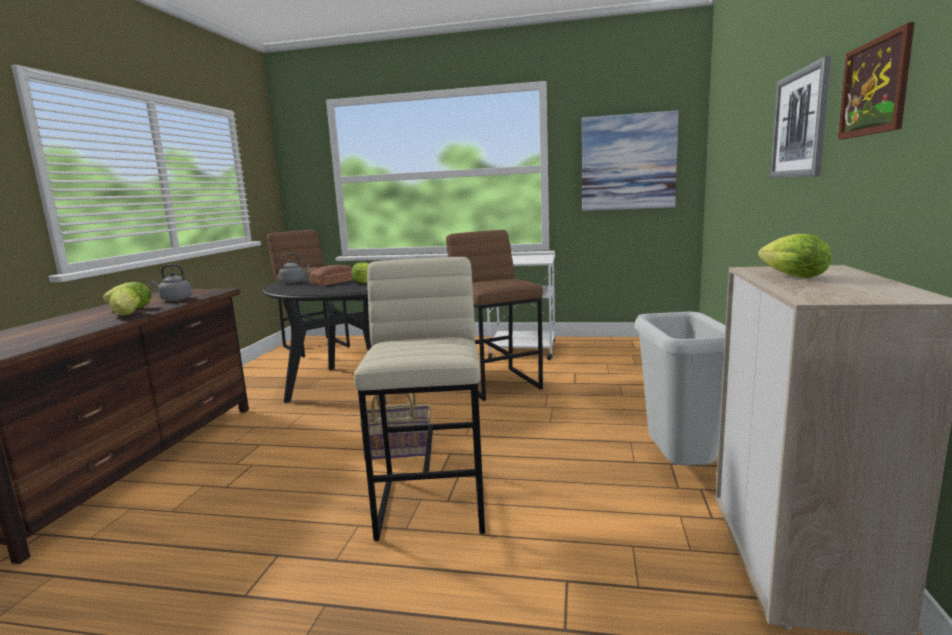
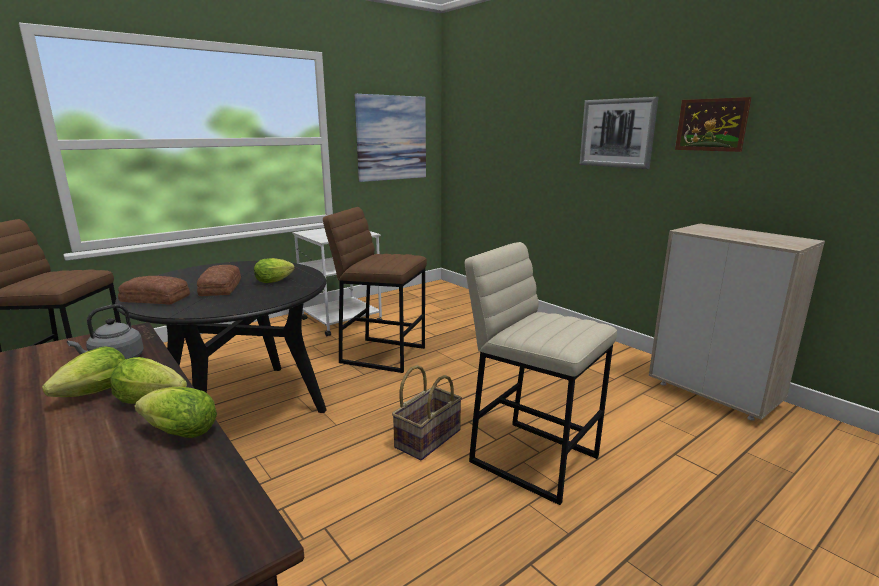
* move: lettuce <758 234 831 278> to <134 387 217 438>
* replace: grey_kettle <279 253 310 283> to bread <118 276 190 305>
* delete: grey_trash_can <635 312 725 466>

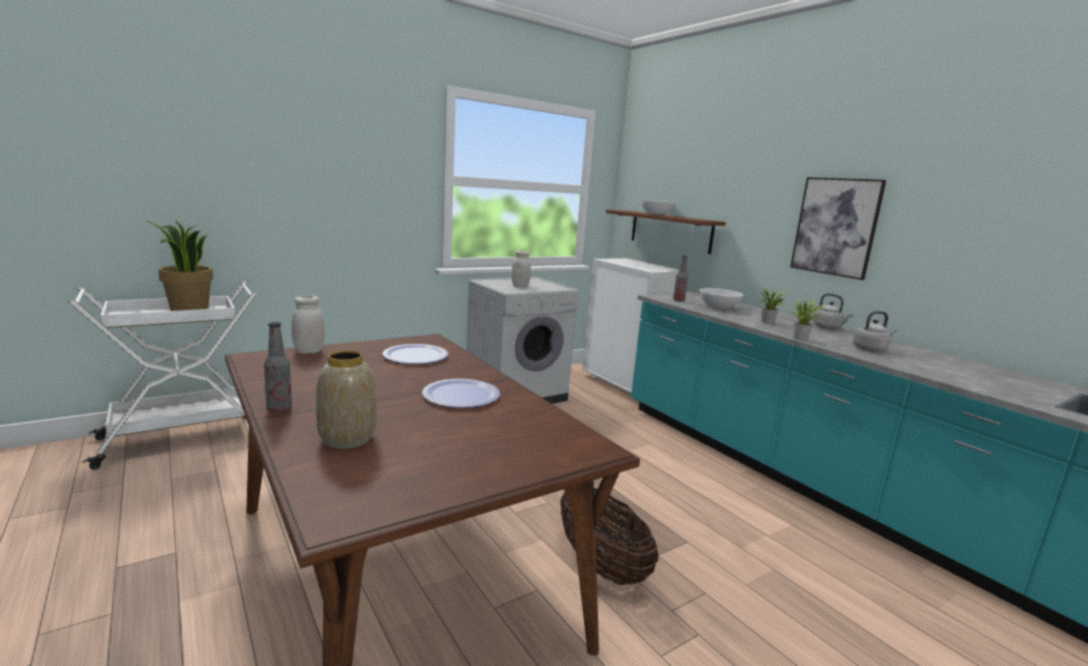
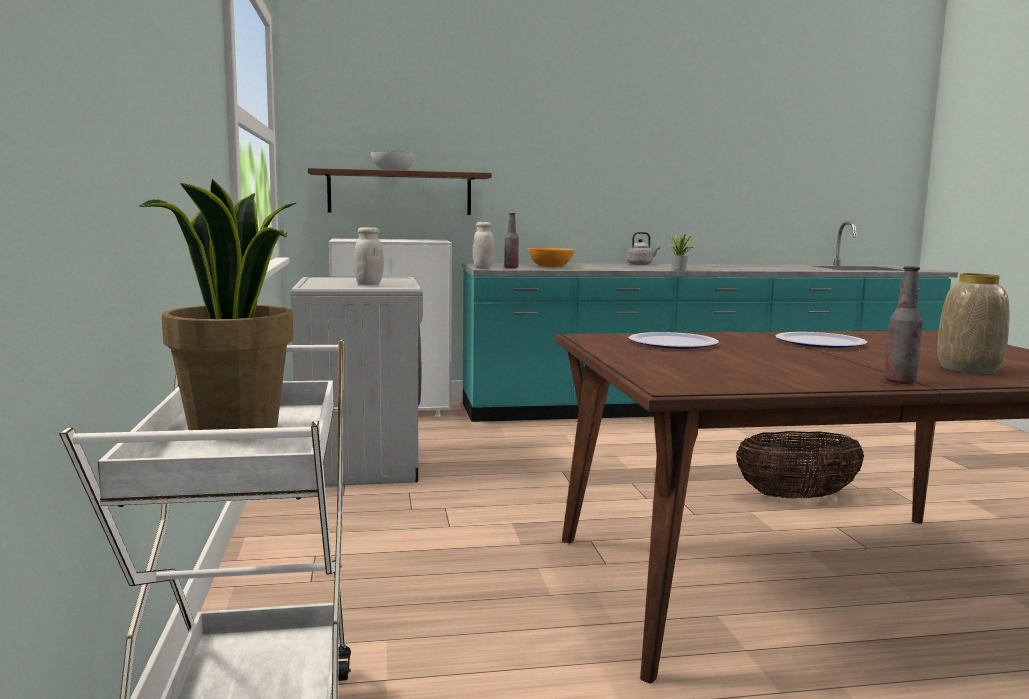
* delete: picture <790 177 886 280>
* delete: potted_plant <754 286 785 324>
* recolor: white_bowl <700 288 744 309> to orange_bowl <528 248 575 267>
* move: white_jar <291 295 325 354> to <473 222 494 268>
* delete: grey_kettle <853 311 897 351>

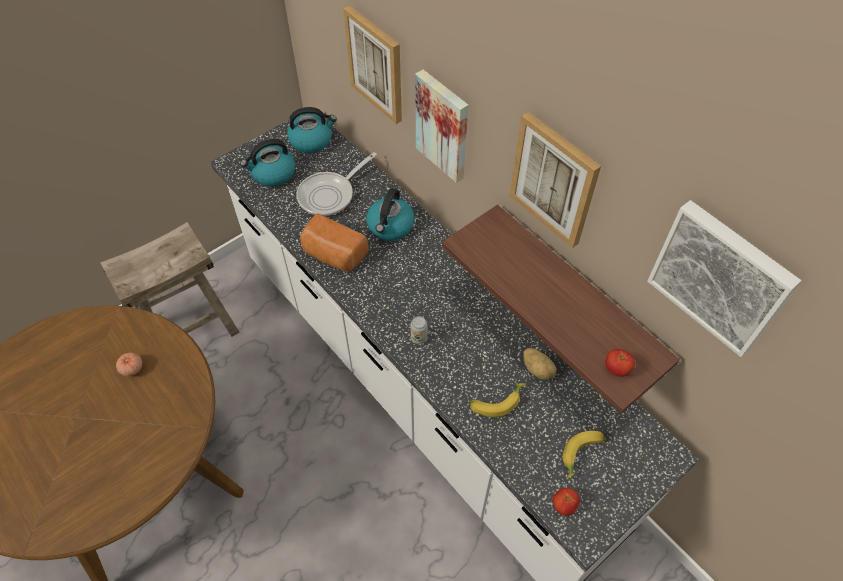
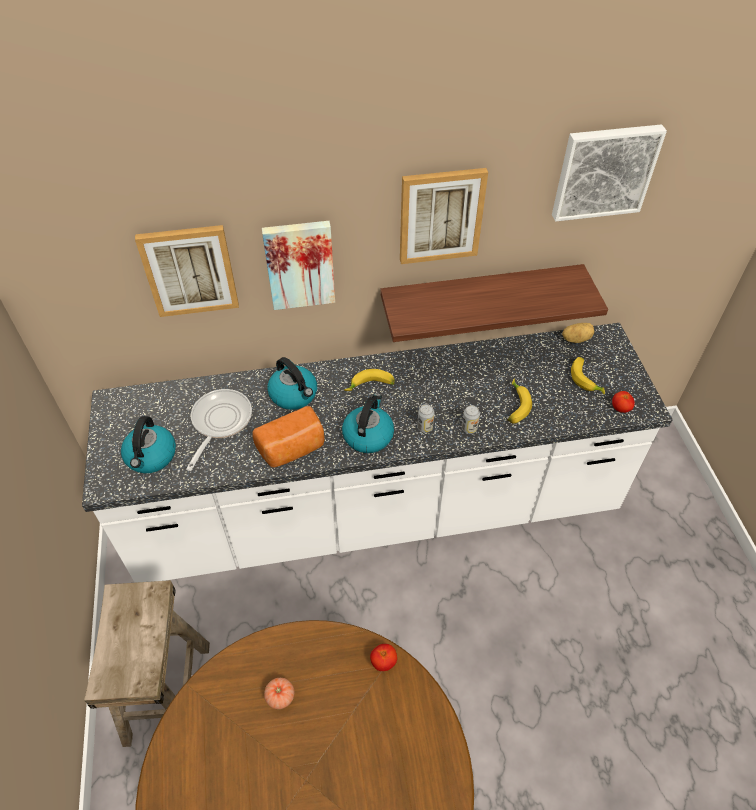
* move: kettle <287 107 337 153> to <342 393 394 453>
* rotate: frying_pan <297 152 377 216> = <186 389 252 471> 150 degrees counterclockwise
* move: potato <524 348 556 380> to <562 323 594 343>
* move: tomato <605 349 635 377> to <370 644 397 671>
* insert: banana <344 369 395 391>
* insert: can <462 405 480 434>

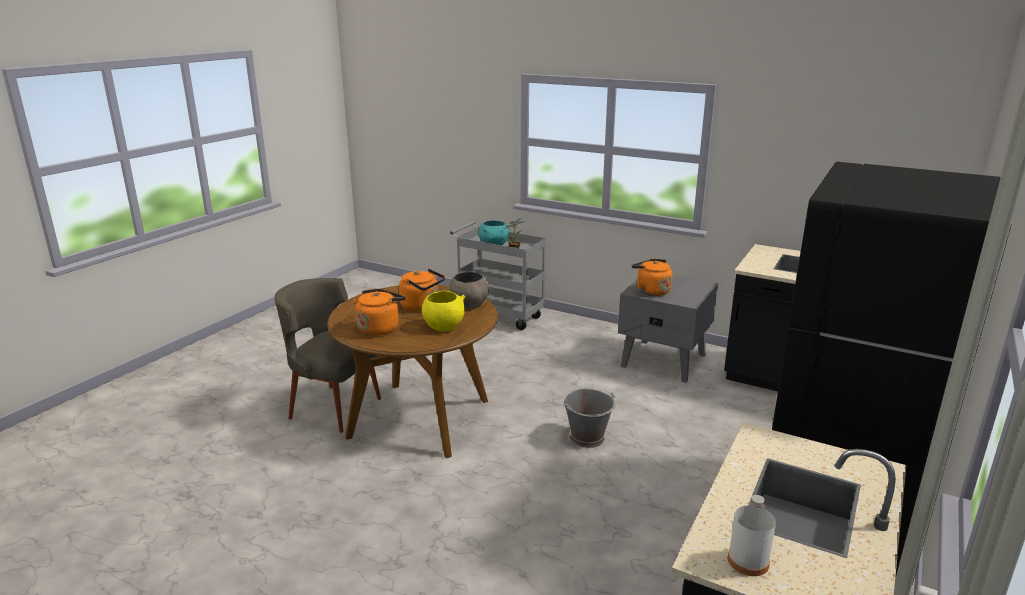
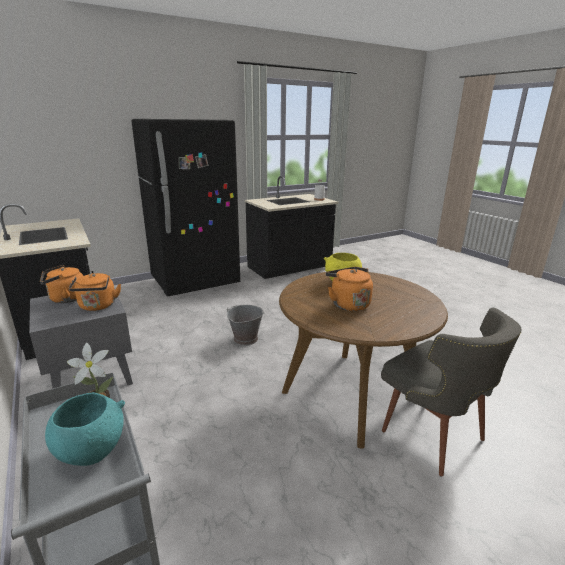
* delete: grey_bowl <450 271 489 309>
* move: orange_kettle <354 289 405 336> to <40 265 83 303>

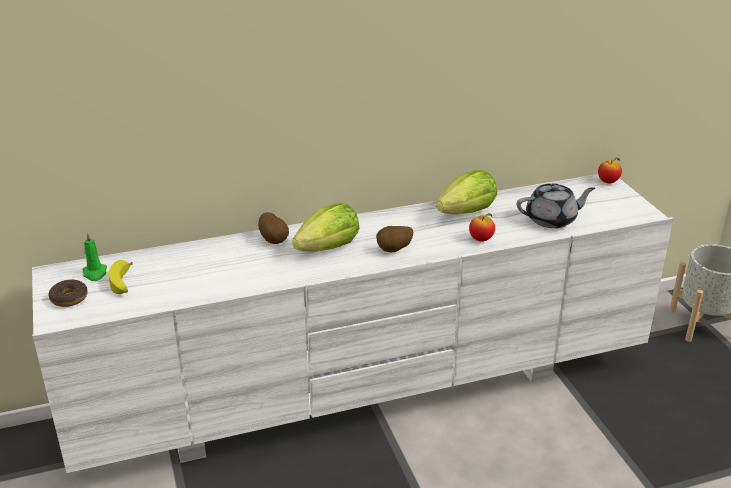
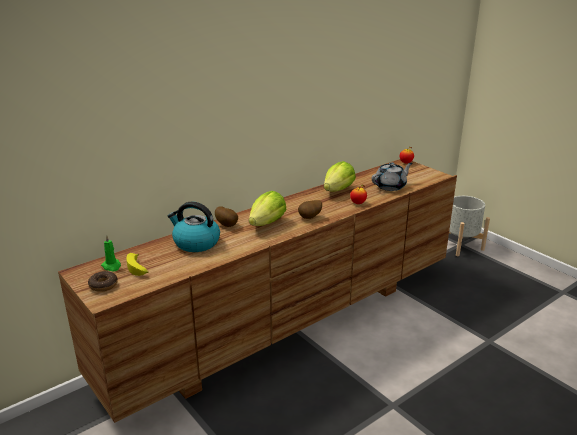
* recolor: white_cabinet <32 174 674 473> to brown_cabinet <58 159 457 423>
* insert: kettle <168 202 220 252>

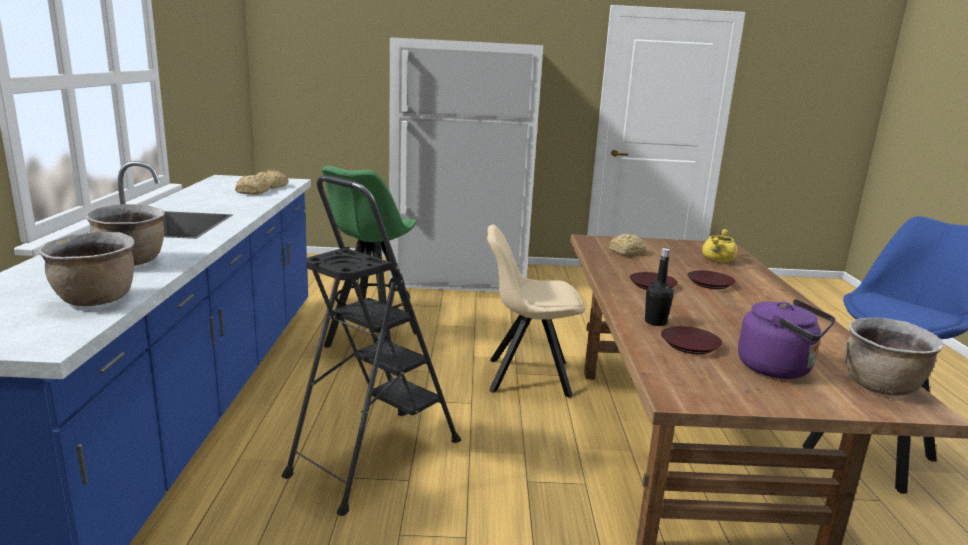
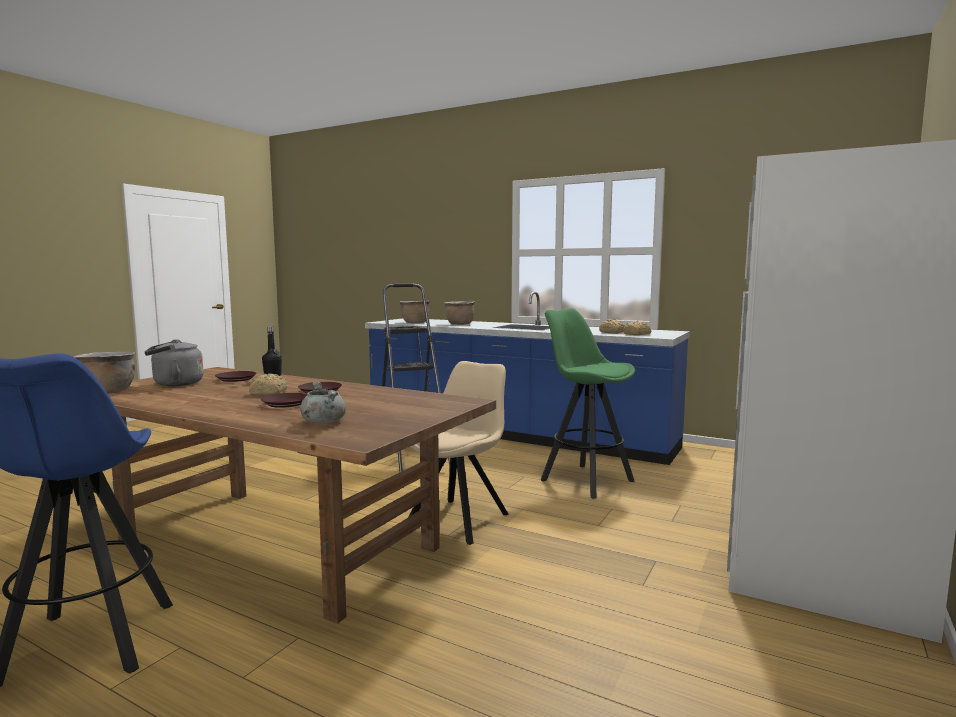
* recolor: yellow_cooking_pot <702 229 738 262> to grey_cooking_pot <300 381 346 424>
* move: bread <609 233 647 256> to <249 373 288 396>
* recolor: purple_kettle <738 299 836 379> to grey_kettle <145 339 204 386>

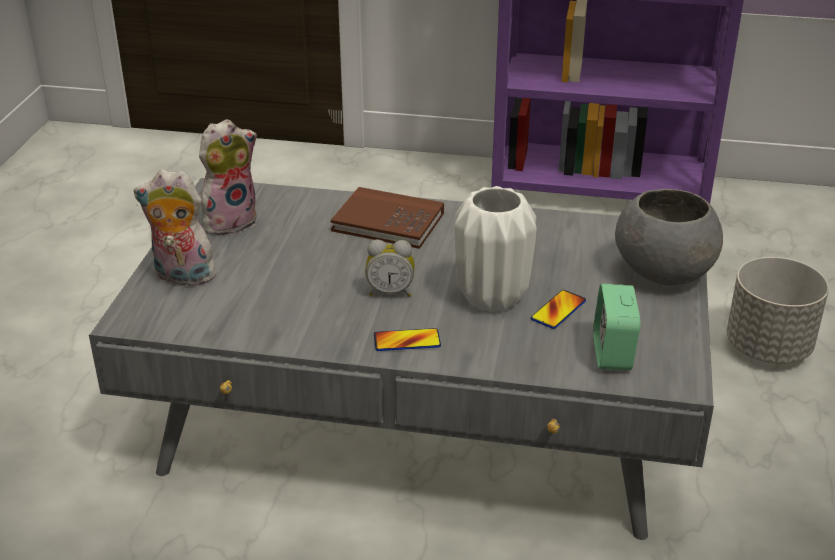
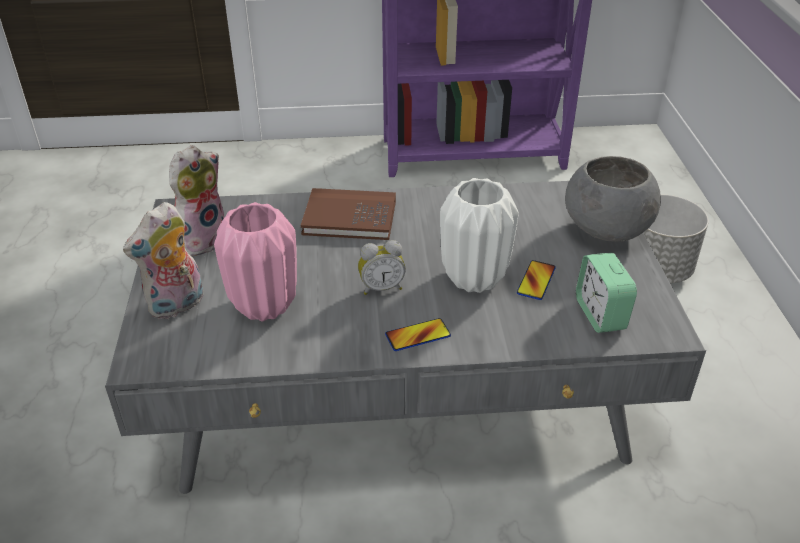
* rotate: plush_toy <134 170 219 286> = <123 202 204 319> 45 degrees counterclockwise
* insert: pink_vase <214 202 297 321>

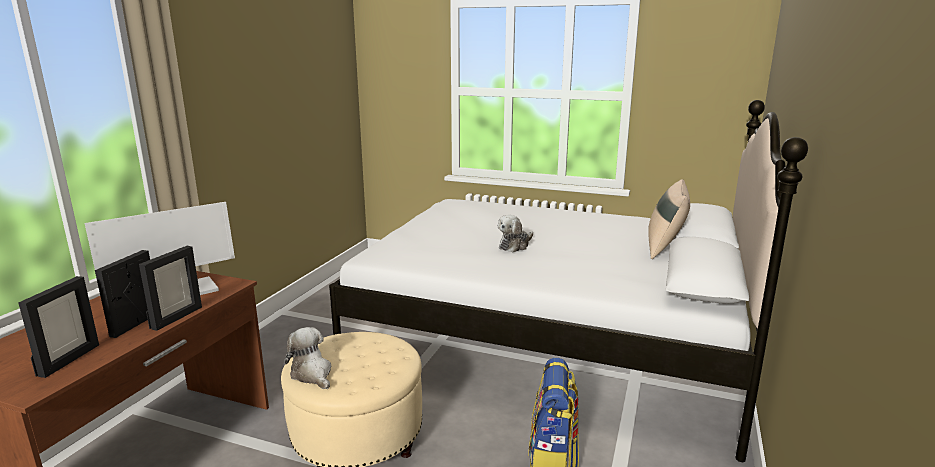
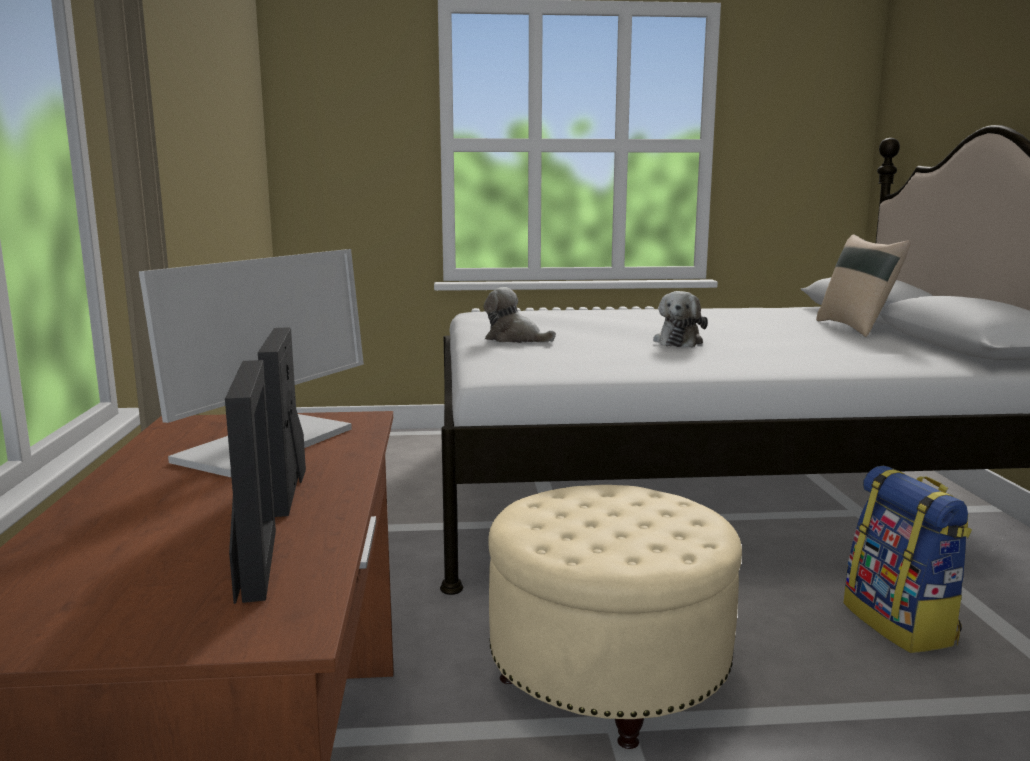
* delete: picture_frame <139 246 202 331>
* move: plush_toy <284 327 331 389> to <484 287 556 343>

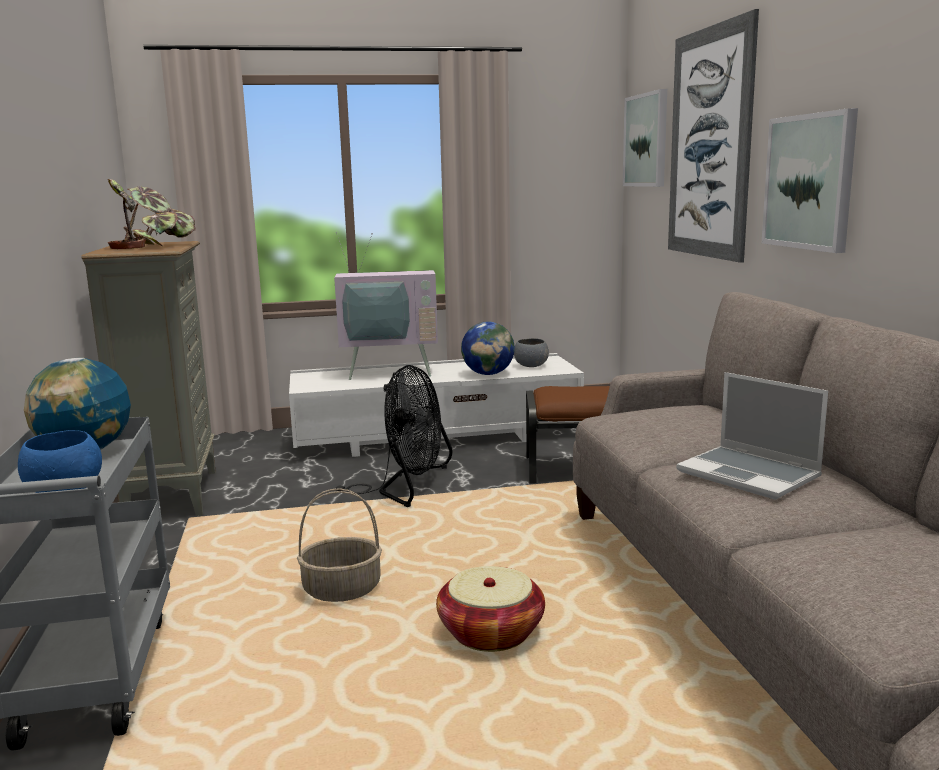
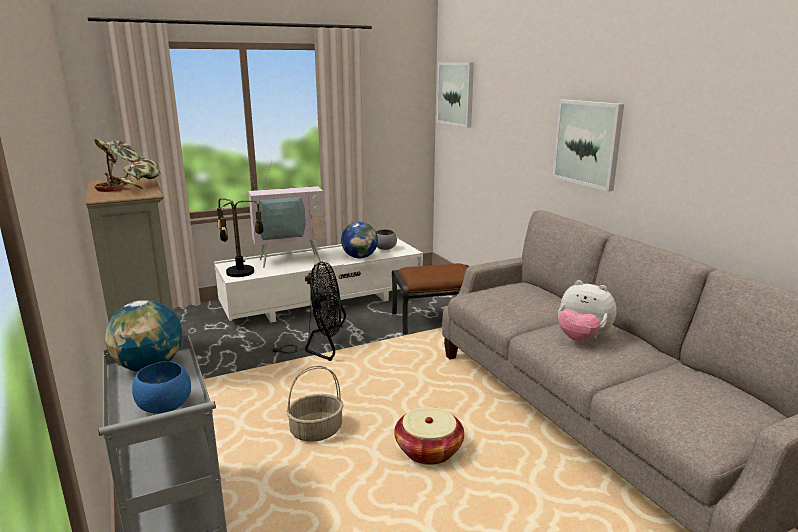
* delete: picture <668 9 759 263>
* replace: laptop <676 372 828 500> to plush_toy <558 280 617 341>
* insert: table_lamp <217 198 263 277>

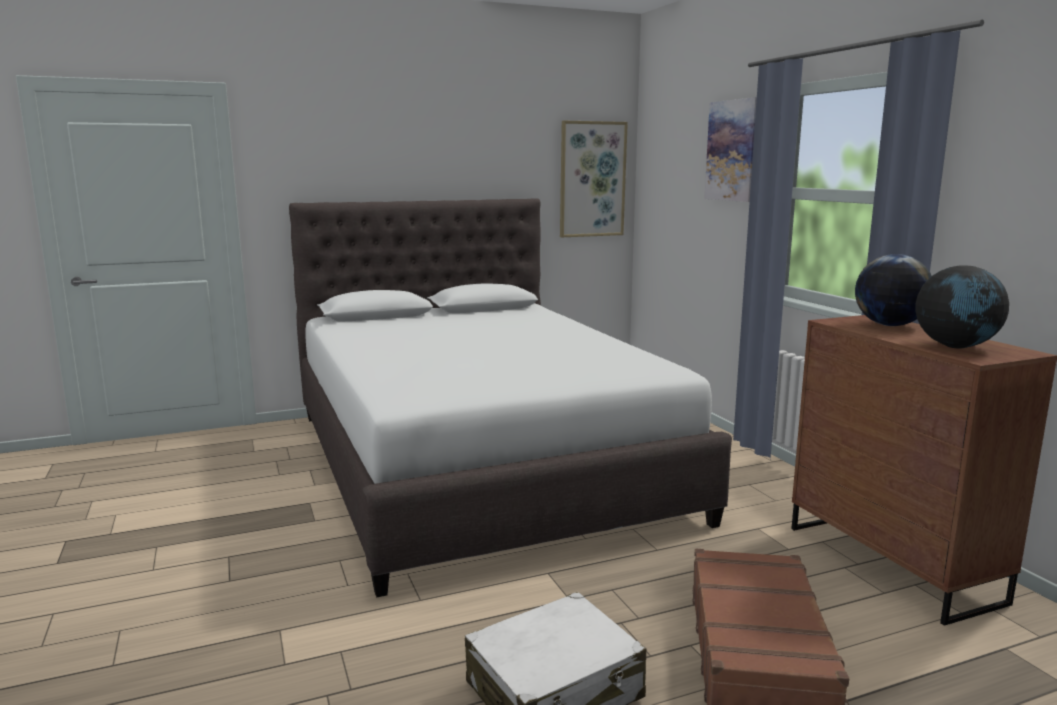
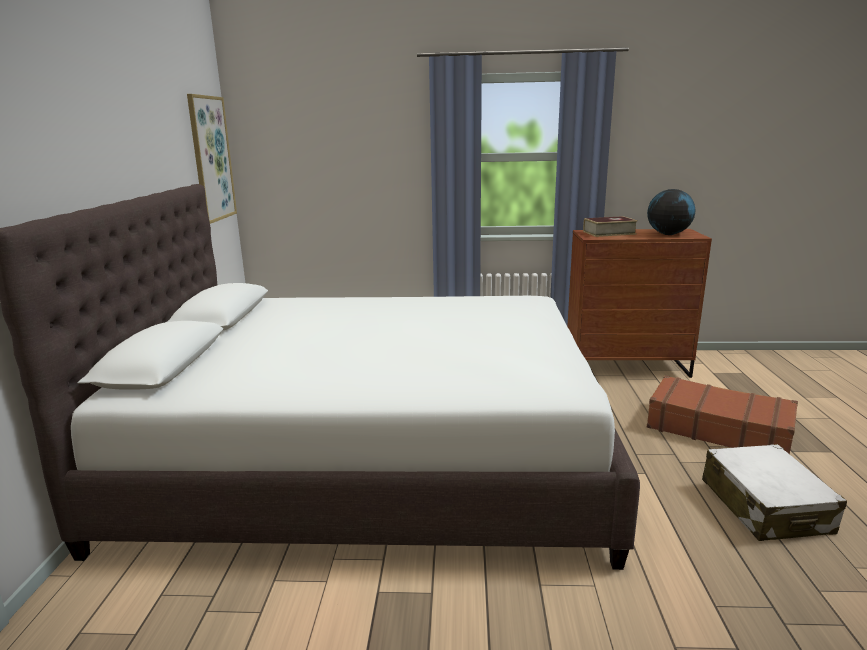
* delete: picture <704 97 757 202>
* replace: globe <855 254 932 326> to book <583 216 638 237>

